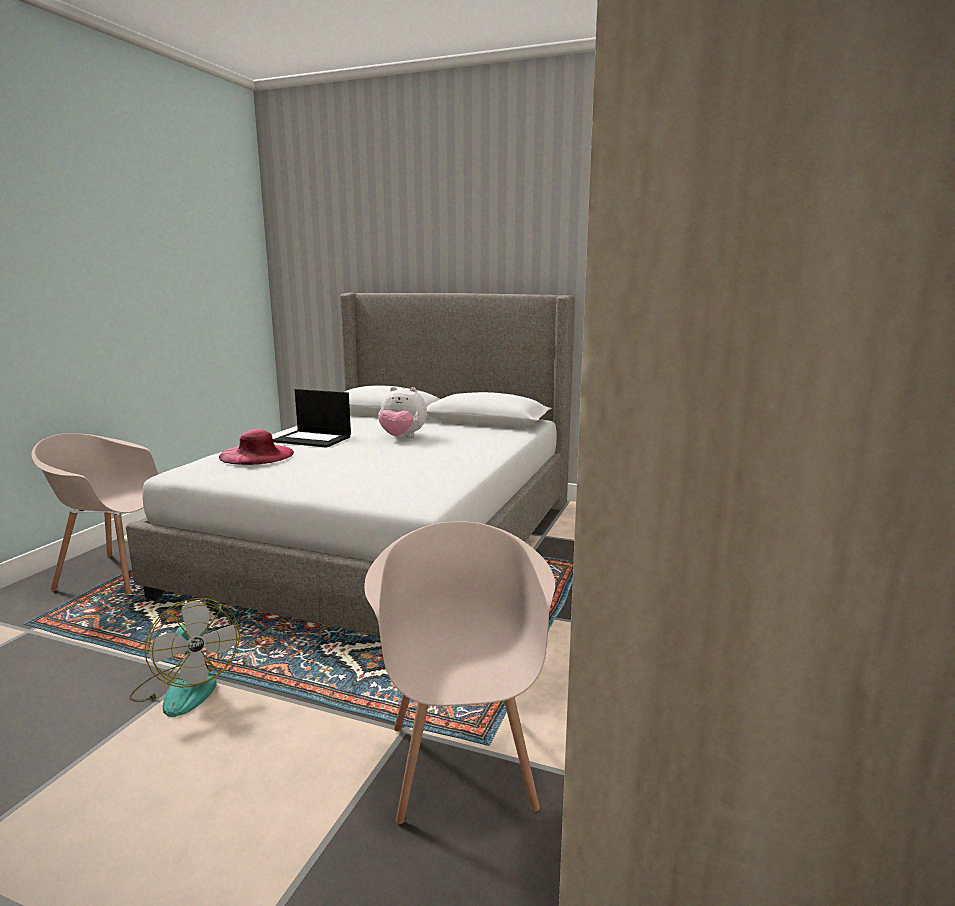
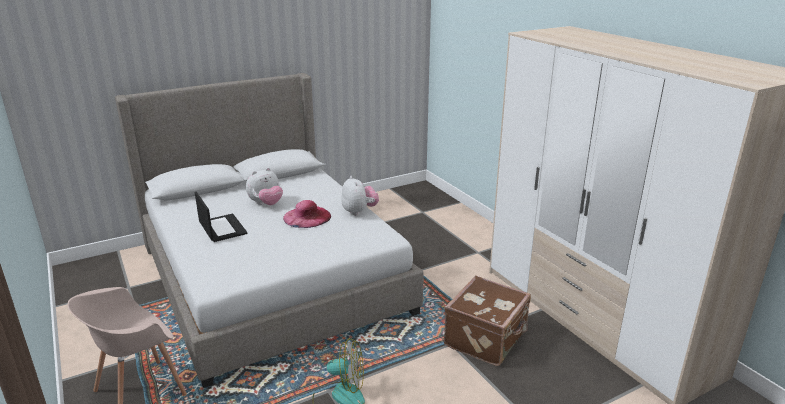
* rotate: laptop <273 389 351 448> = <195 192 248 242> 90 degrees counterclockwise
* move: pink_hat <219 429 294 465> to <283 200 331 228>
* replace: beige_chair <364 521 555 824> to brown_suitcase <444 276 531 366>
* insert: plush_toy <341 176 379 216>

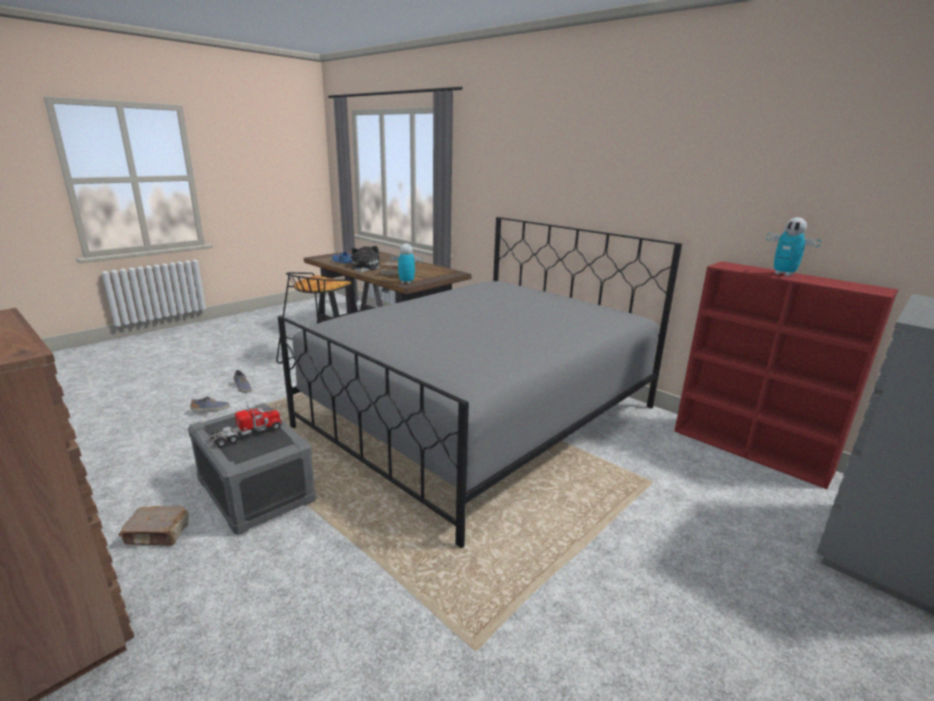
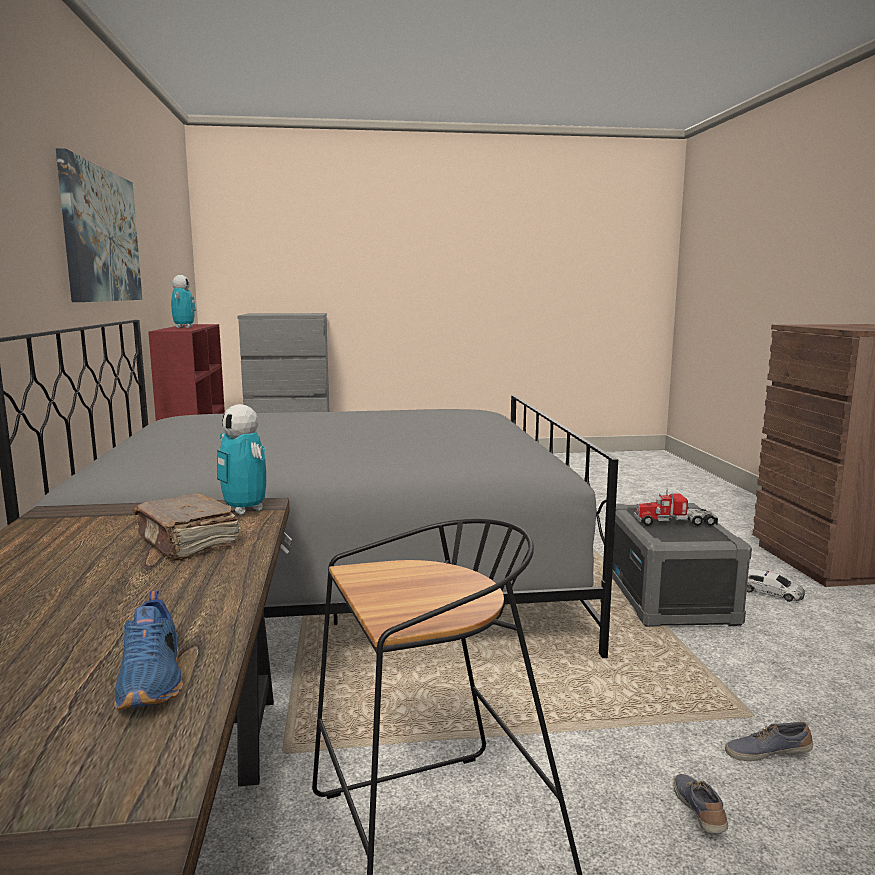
* delete: plush_toy <351 246 380 273>
* replace: brown_book <119 506 189 546> to toy_car <747 569 805 602>
* insert: picture <56 148 142 302>

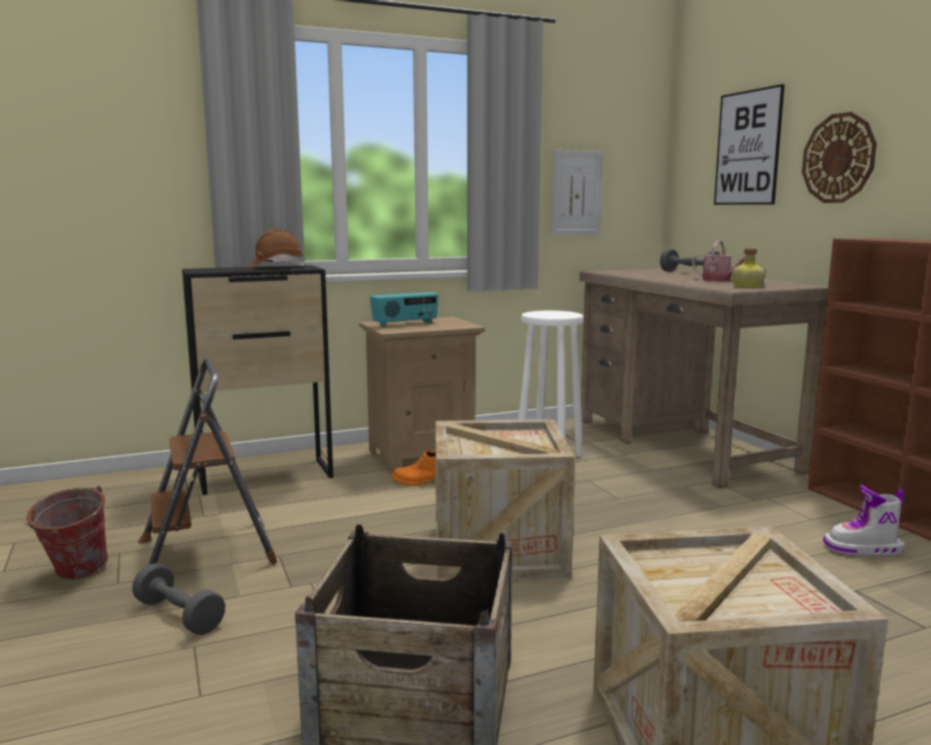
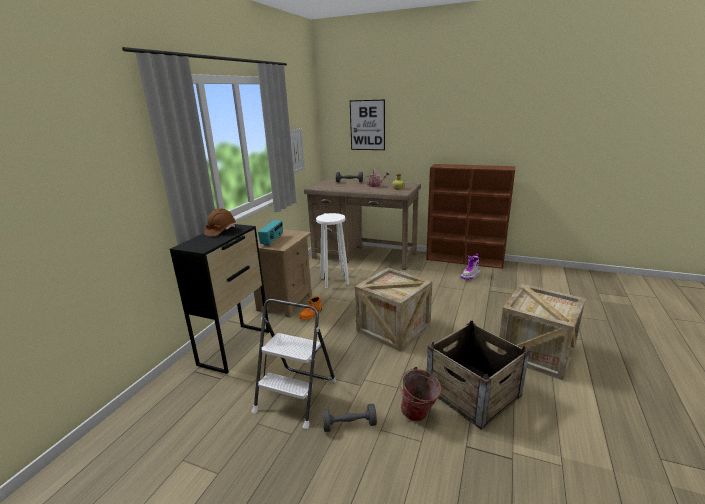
* delete: wall_clock <802 112 877 203>
* recolor: brown_step_ladder <138 358 277 565> to white_step_ladder <251 299 336 429>
* move: bucket <23 486 108 580> to <399 367 442 421>

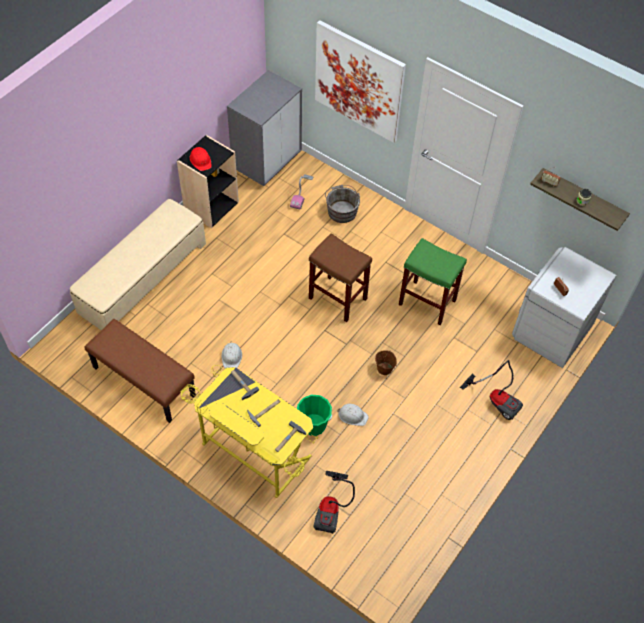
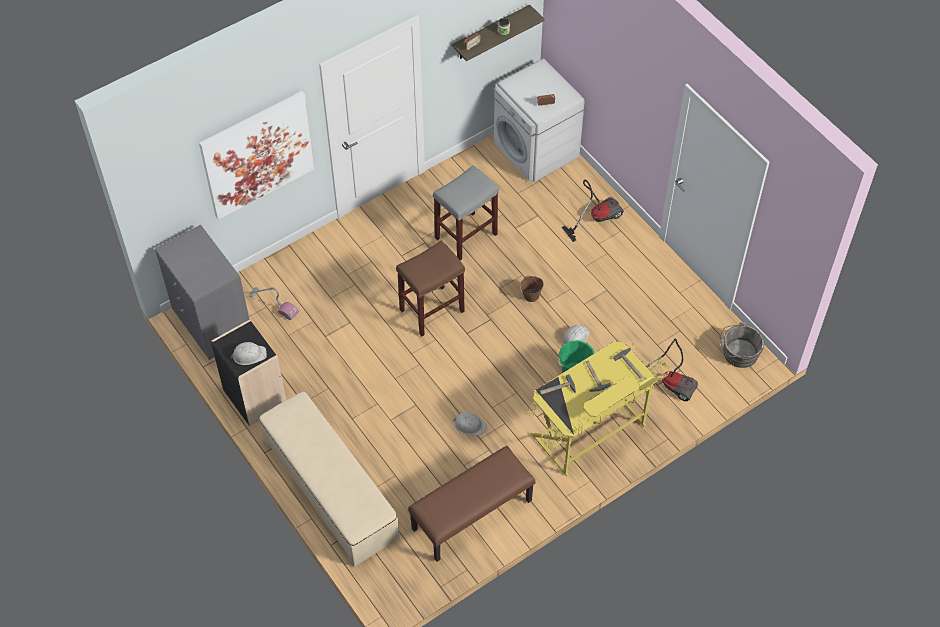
* recolor: red_hard_hat <190 147 211 171> to white_hard_hat <231 342 267 365>
* move: grey_bucket <325 185 360 223> to <720 322 764 368>
* recolor: green_stool <399 238 467 325> to grey_stool <433 165 499 261>

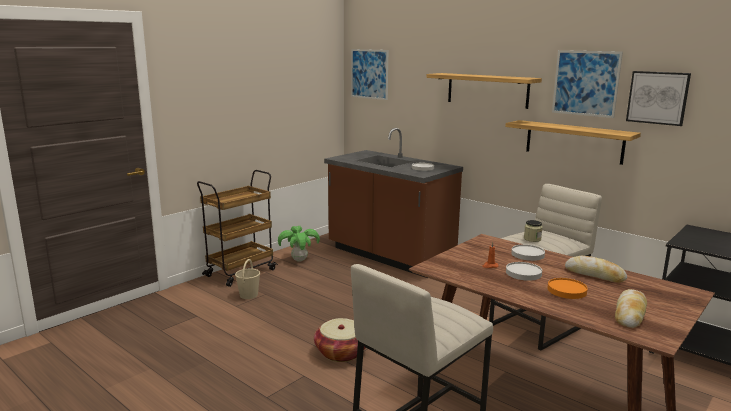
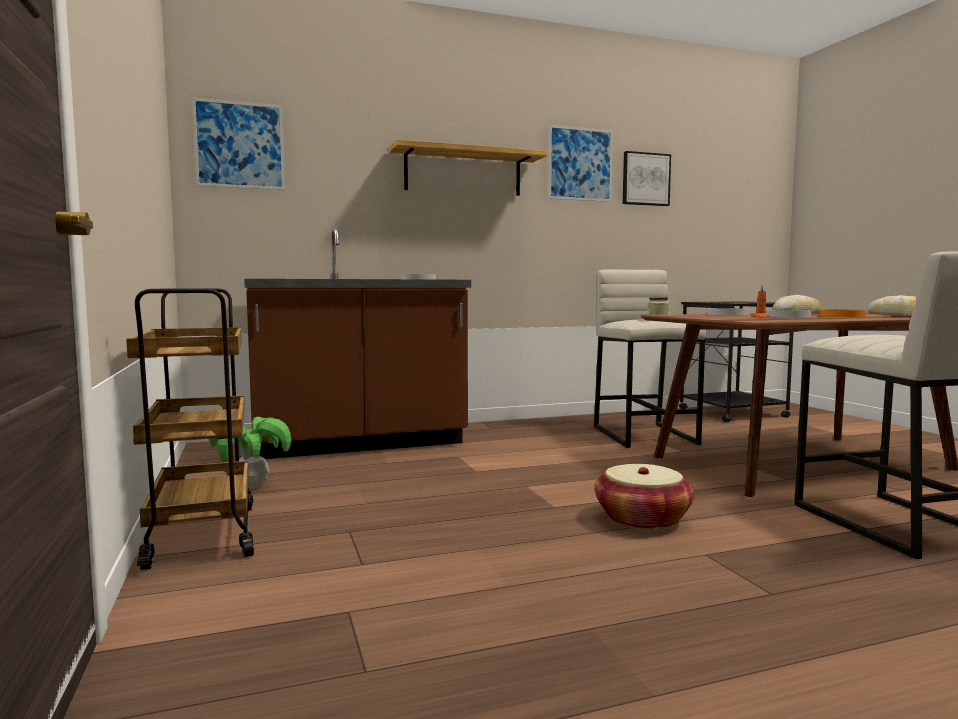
* delete: shelf <505 120 641 165>
* delete: beige_bucket <235 259 260 299>

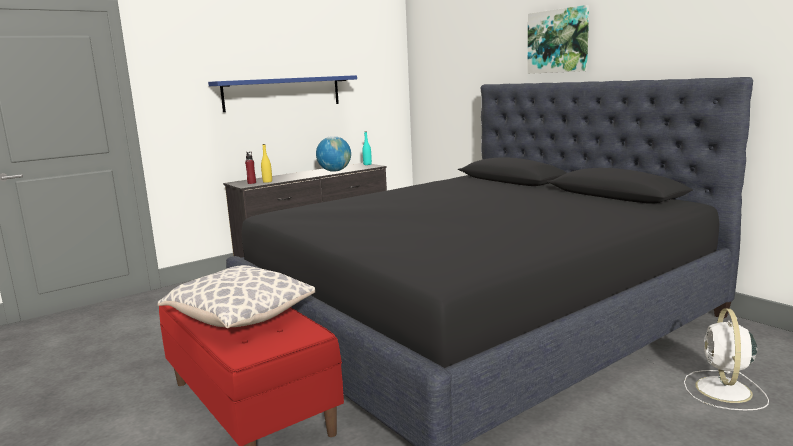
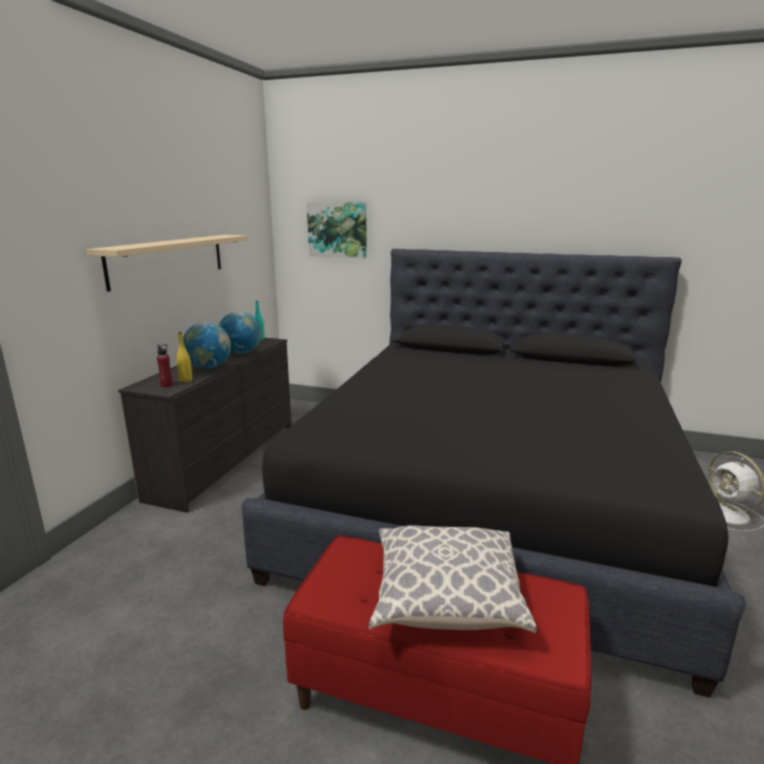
* move: picture <527 5 589 74> to <307 202 367 258>
* recolor: blue_shelf <208 75 357 112> to beige_shelf <87 235 248 292>
* insert: globe <183 322 231 369>

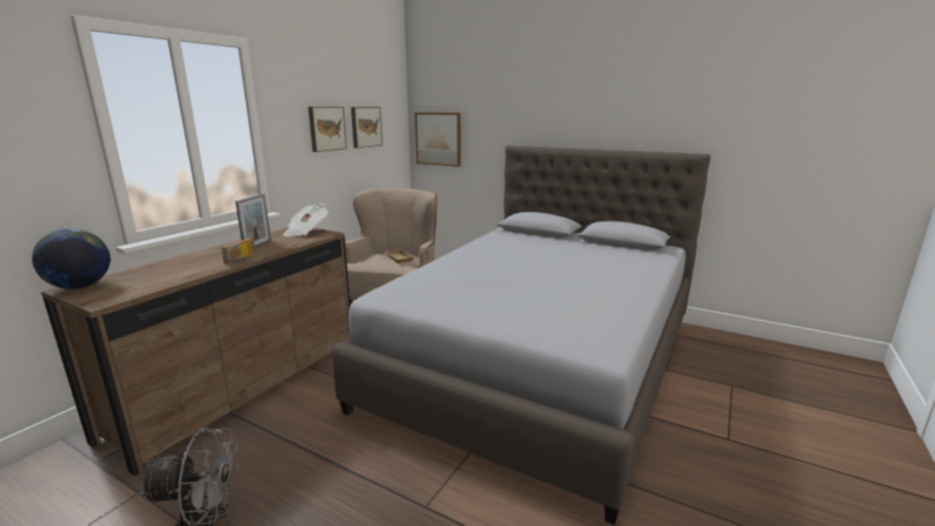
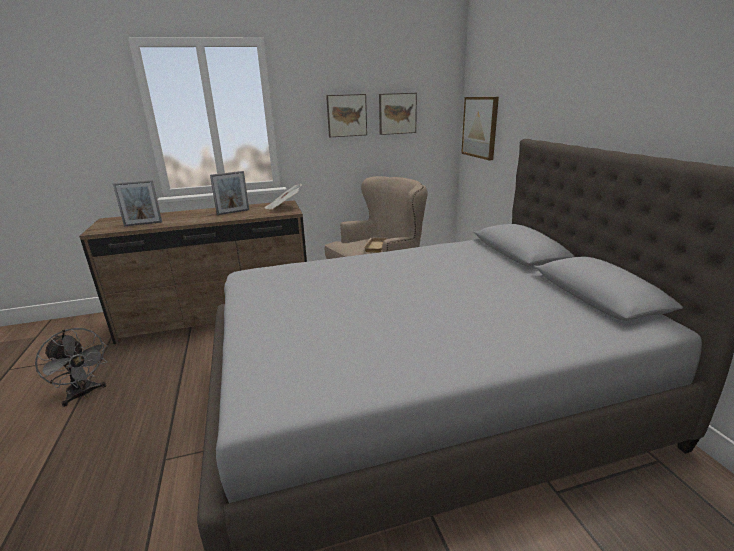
* delete: globe <32 228 111 289>
* delete: radio <221 238 256 264>
* insert: picture_frame <113 180 162 226>

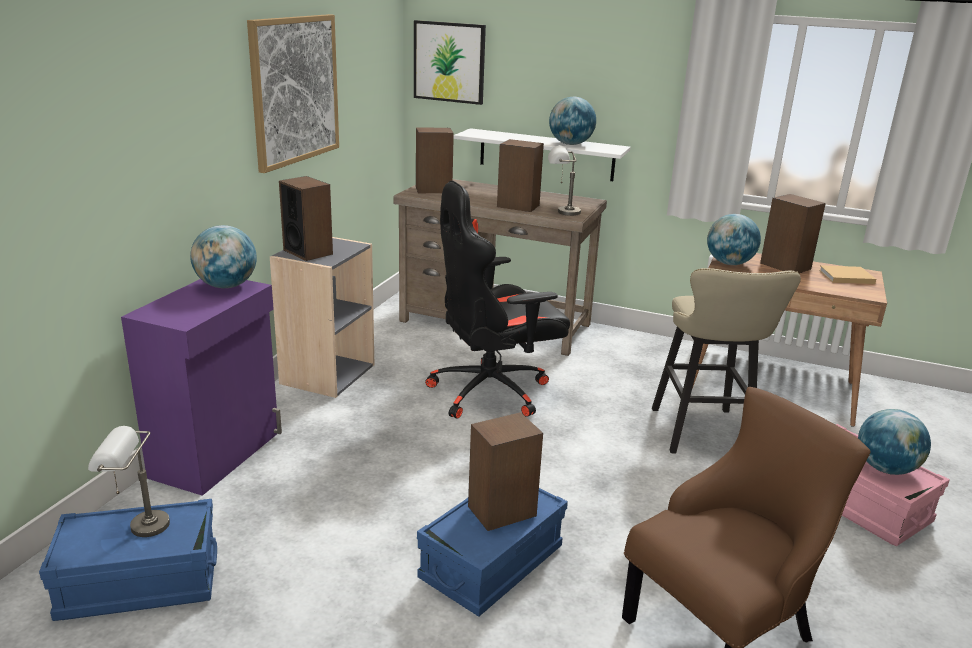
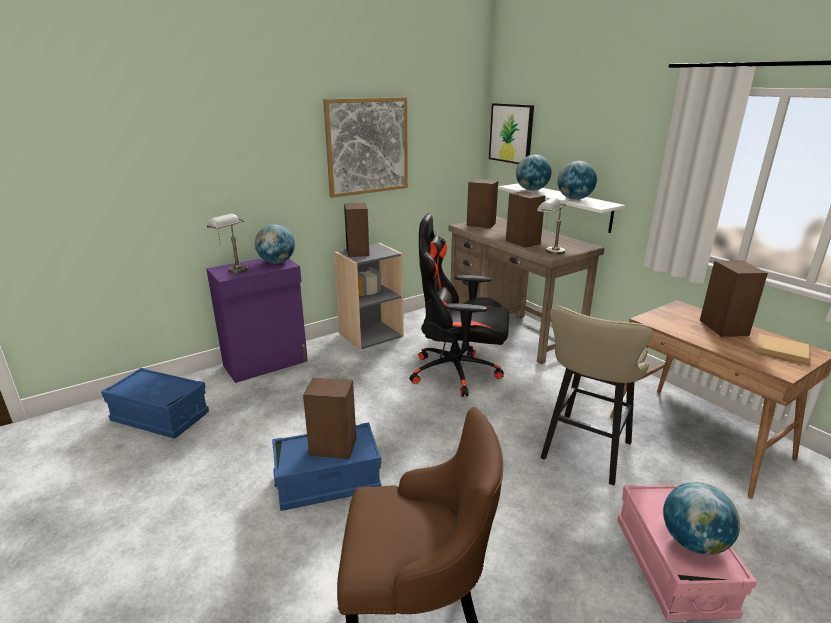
* move: globe <707 214 761 265> to <516 155 552 191>
* move: grey_table_lamp <88 426 170 537> to <207 214 248 274>

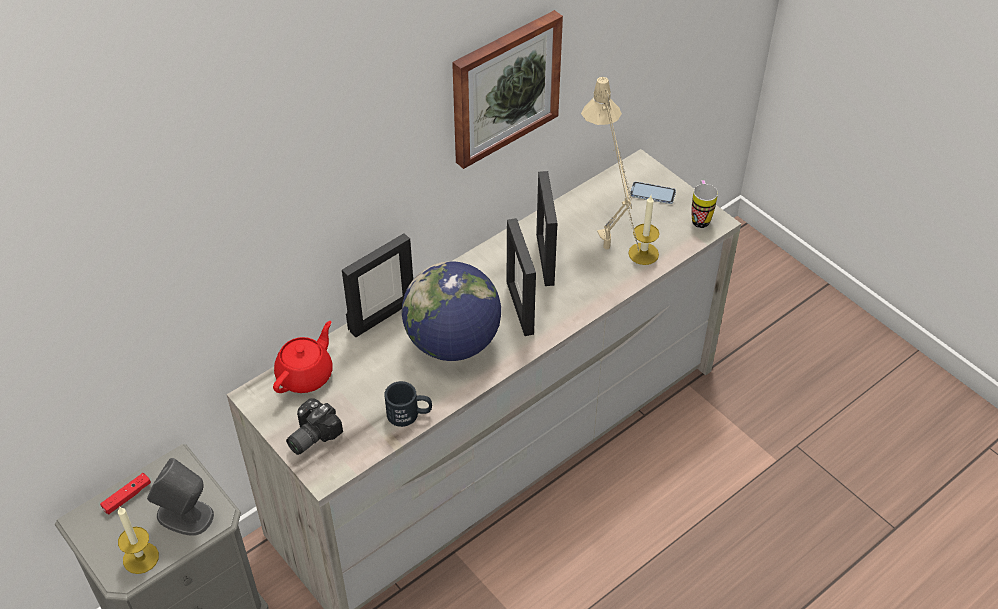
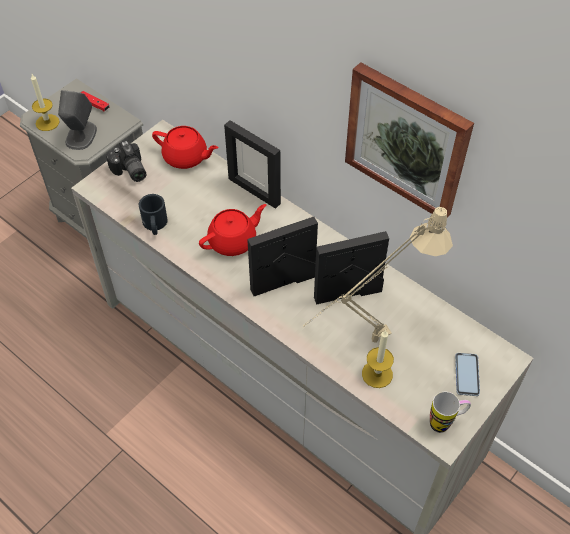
* replace: globe <402 261 501 361> to red_teapot <199 204 266 256>
* rotate: photo_camera <286 398 343 455> = <106 140 146 182> 150 degrees counterclockwise

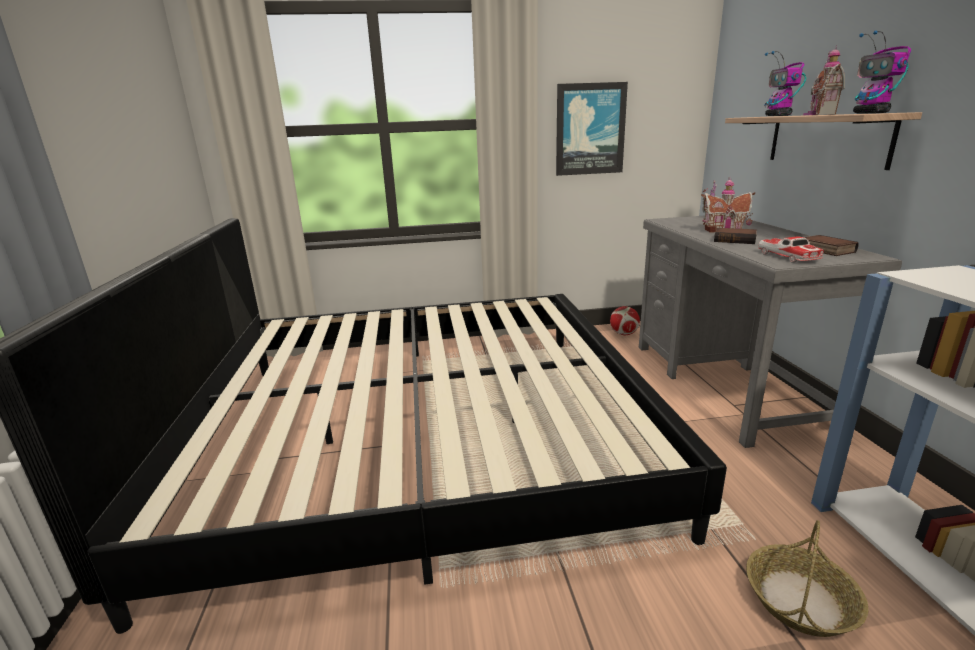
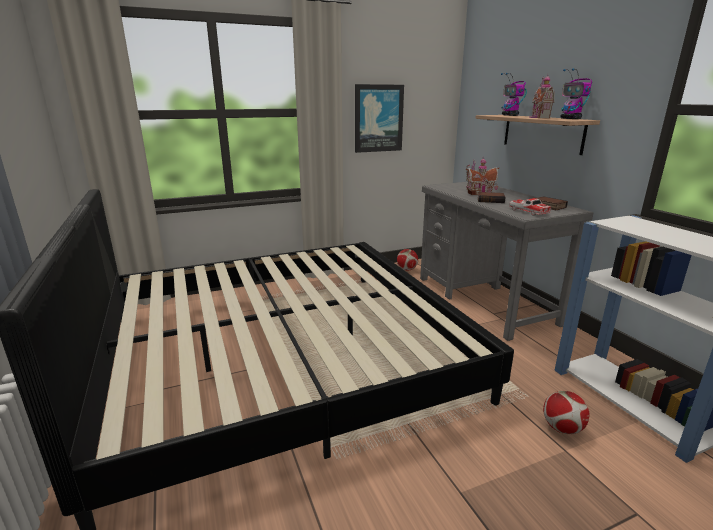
* replace: basket <746 520 868 637> to football <543 391 589 434>

